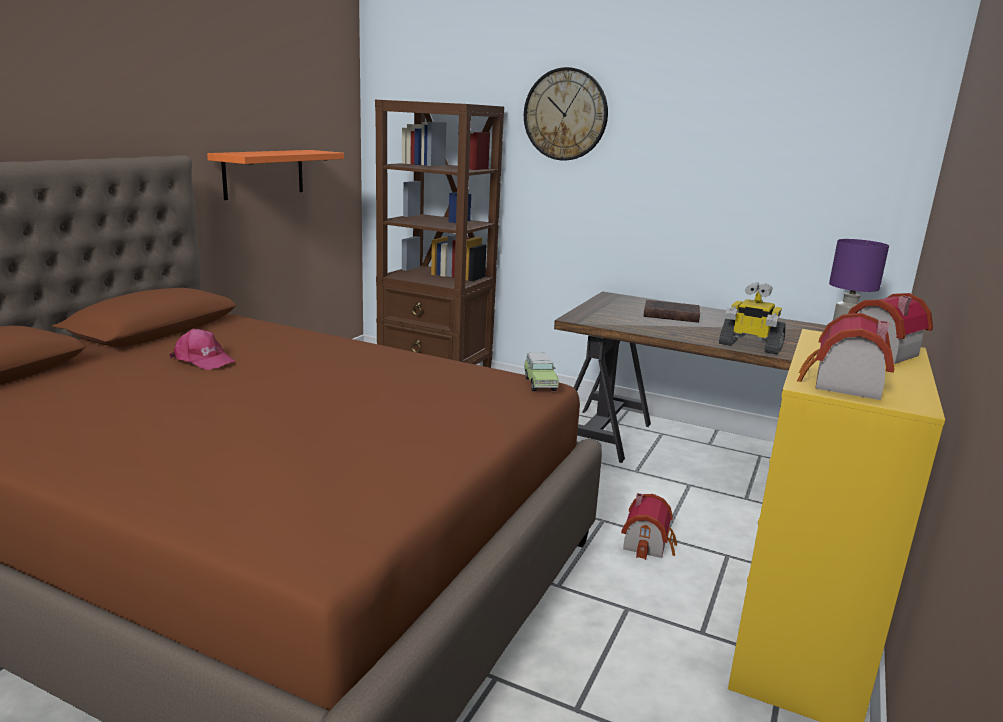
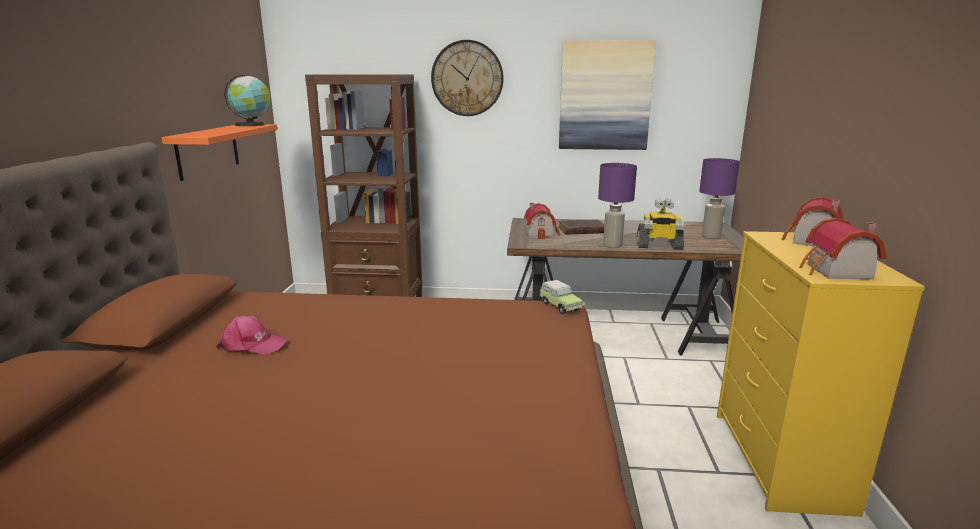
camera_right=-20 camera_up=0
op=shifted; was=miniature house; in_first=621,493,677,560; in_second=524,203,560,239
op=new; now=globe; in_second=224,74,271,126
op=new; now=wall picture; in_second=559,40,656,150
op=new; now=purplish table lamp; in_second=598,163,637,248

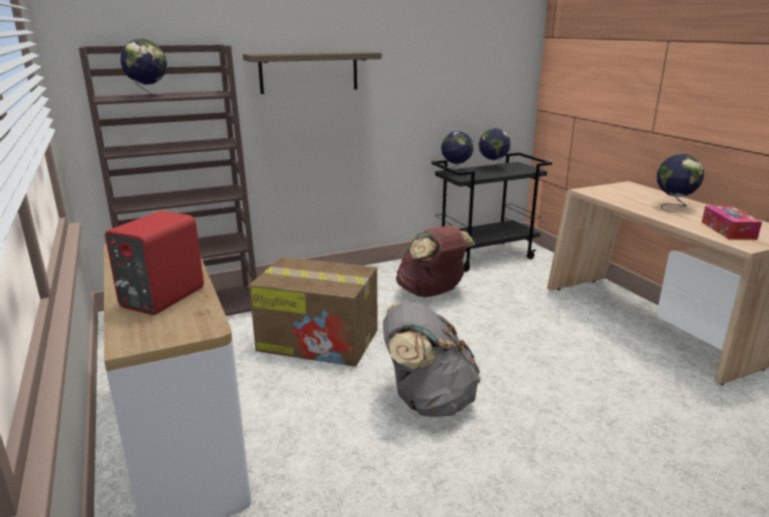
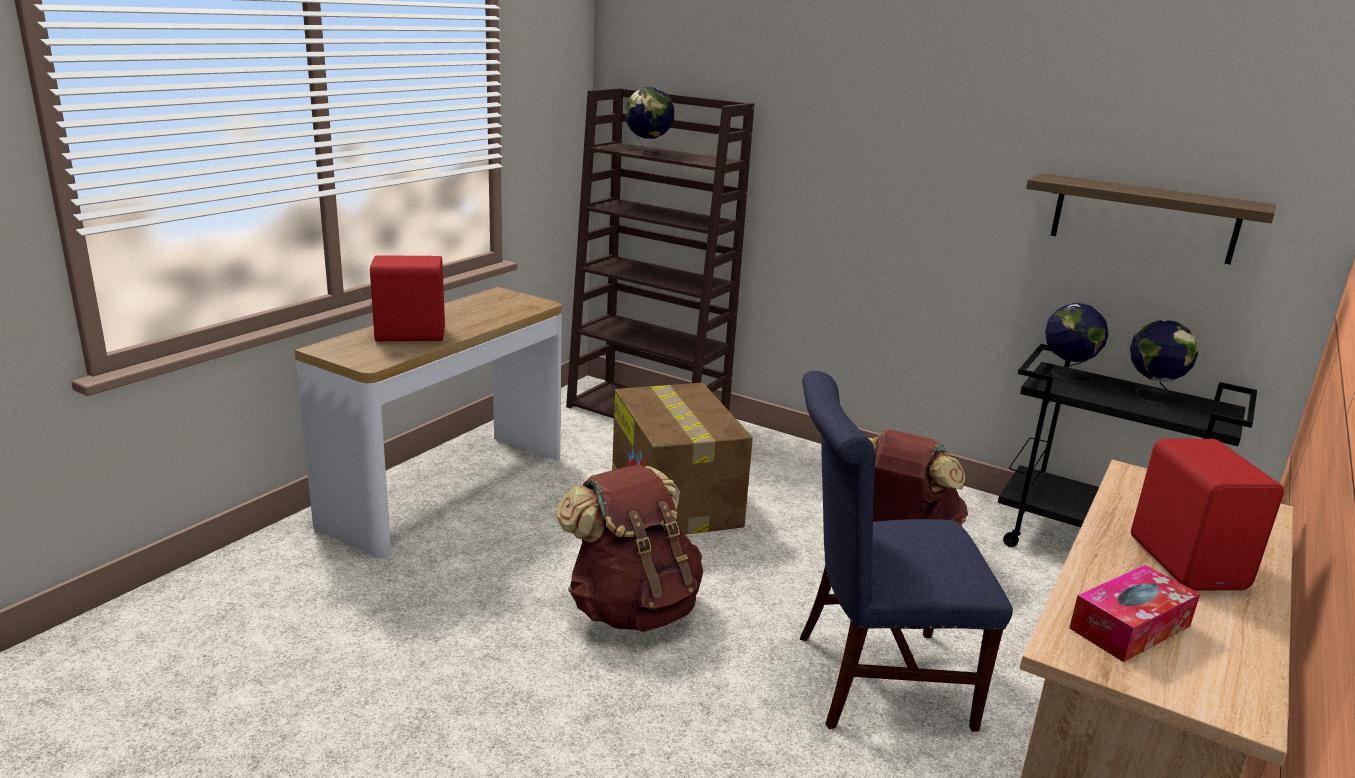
camera_right=55 camera_up=0
op=shifted; was=shelf; in_first=243,52,382,94; in_second=1026,173,1276,264
op=repainted; was=grey knapsack; now=brown knapsack; in_first=383,302,481,417; in_second=557,464,703,632
op=swapped; was=globe; now=red-coloured loudspeaker; in_first=657,154,704,212; in_second=1131,438,1284,591
op=new; now=bluish plain chair; in_second=800,371,1013,732

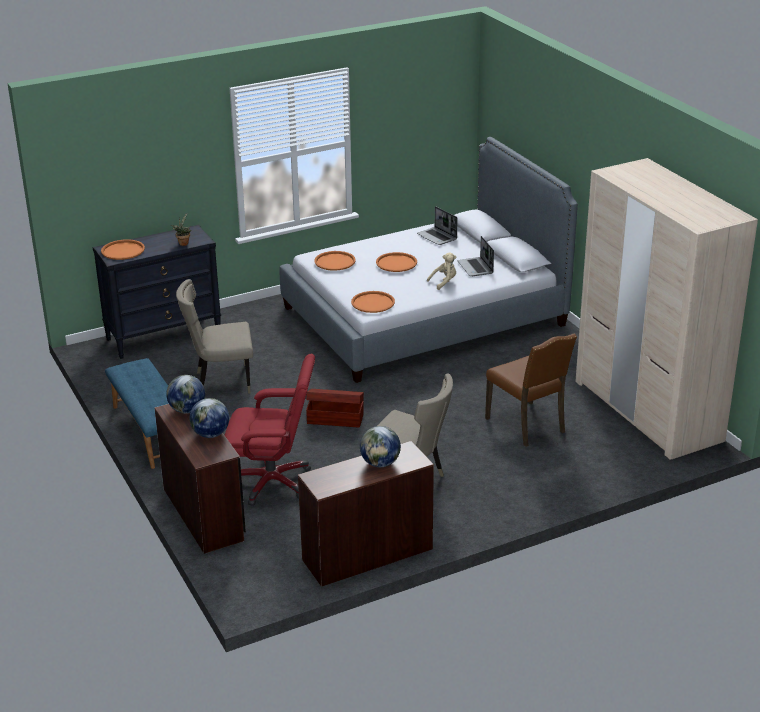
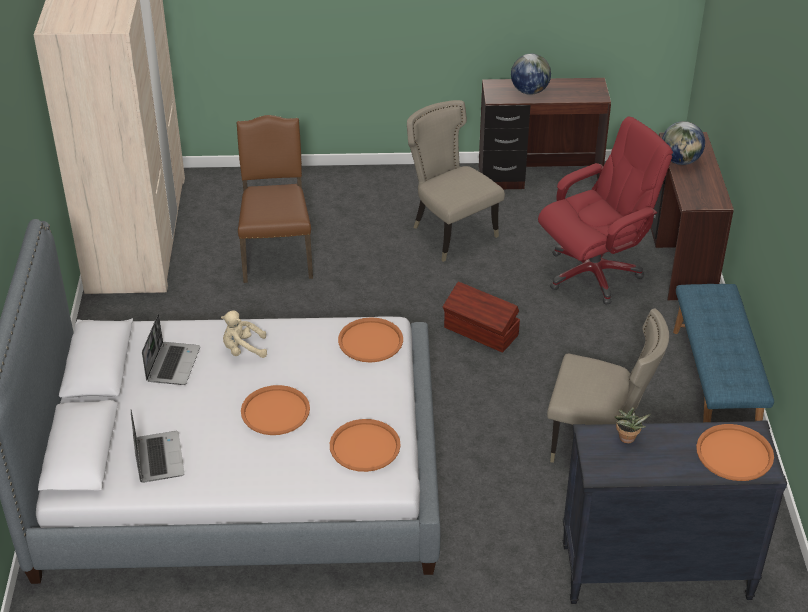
camera_right=-155 camera_up=10
op=gone; was=globe; in_first=166,375,205,414
op=rotated; was=red-coloured computer chair; in_first=225,354,315,506; in_second=538,117,673,305; clockwise=120

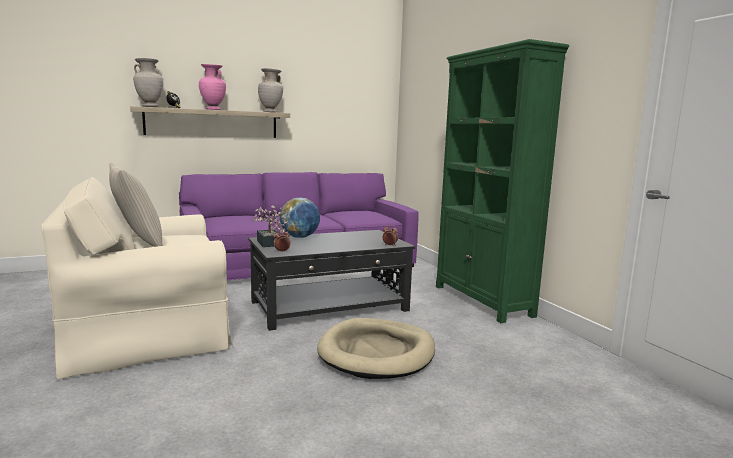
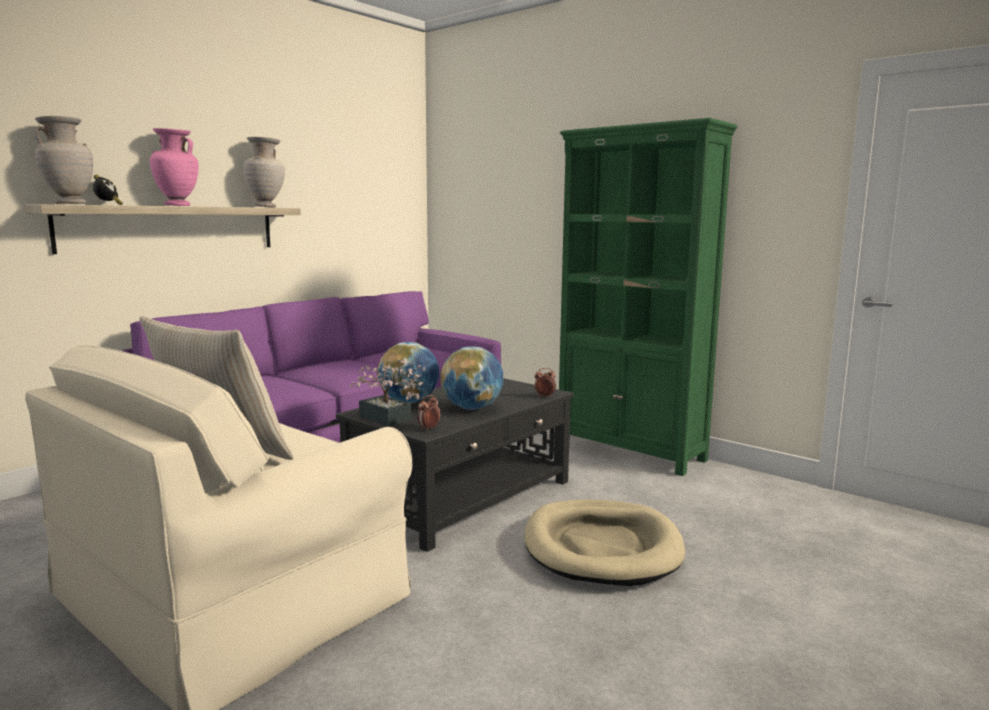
camera_right=-25 camera_up=0
op=new; now=globe; in_second=441,347,503,410

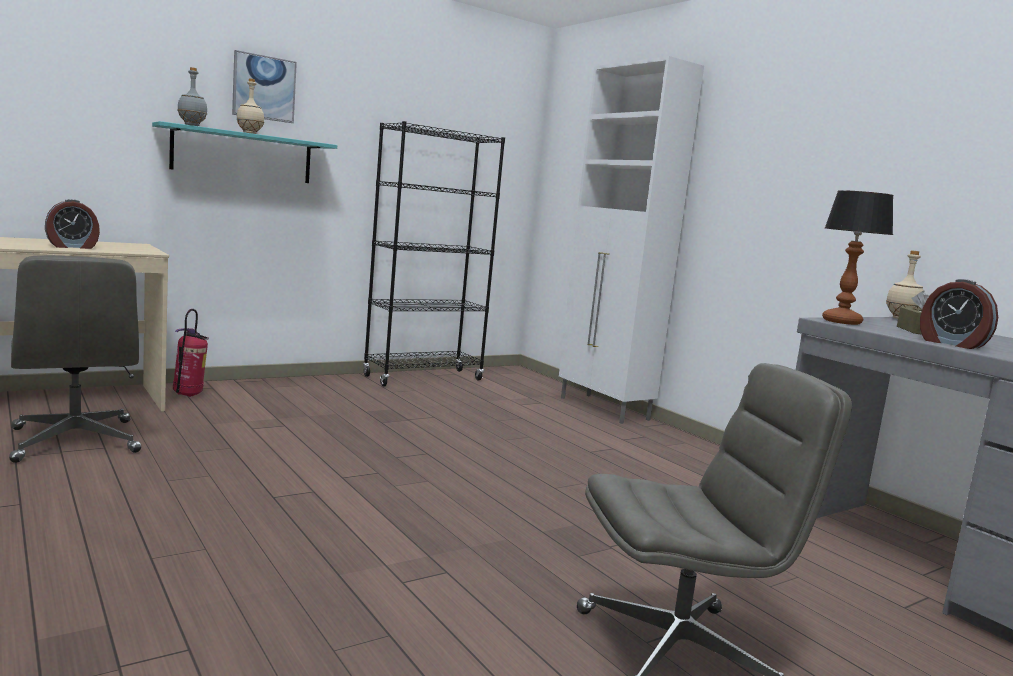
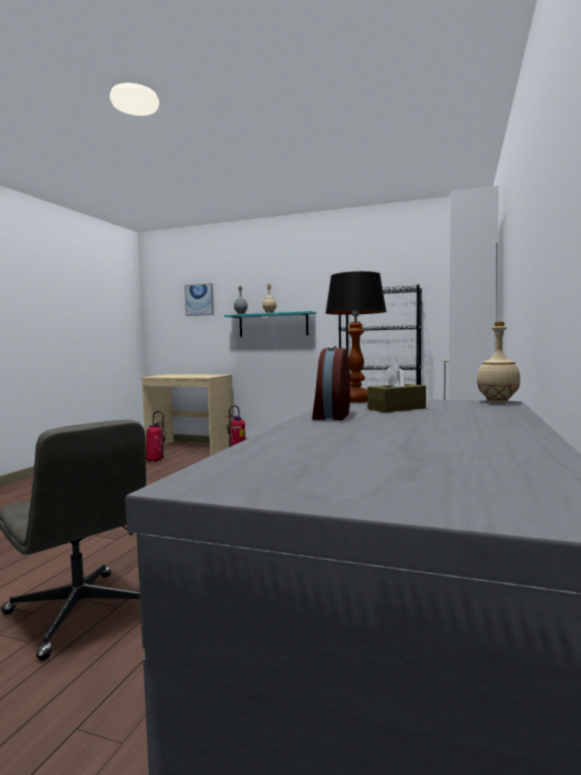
camera_right=55 camera_up=-5
op=swapped; was=grey computer chair; now=extinguisher; in_first=9,255,141,463; in_second=146,411,166,462
op=gone; was=bedside clock; in_first=45,199,100,249
op=shifted; was=wall picture; in_first=232,50,297,123; in_second=185,283,214,316

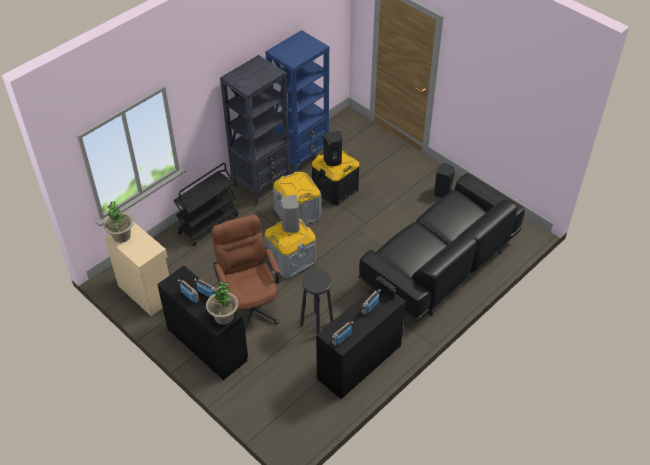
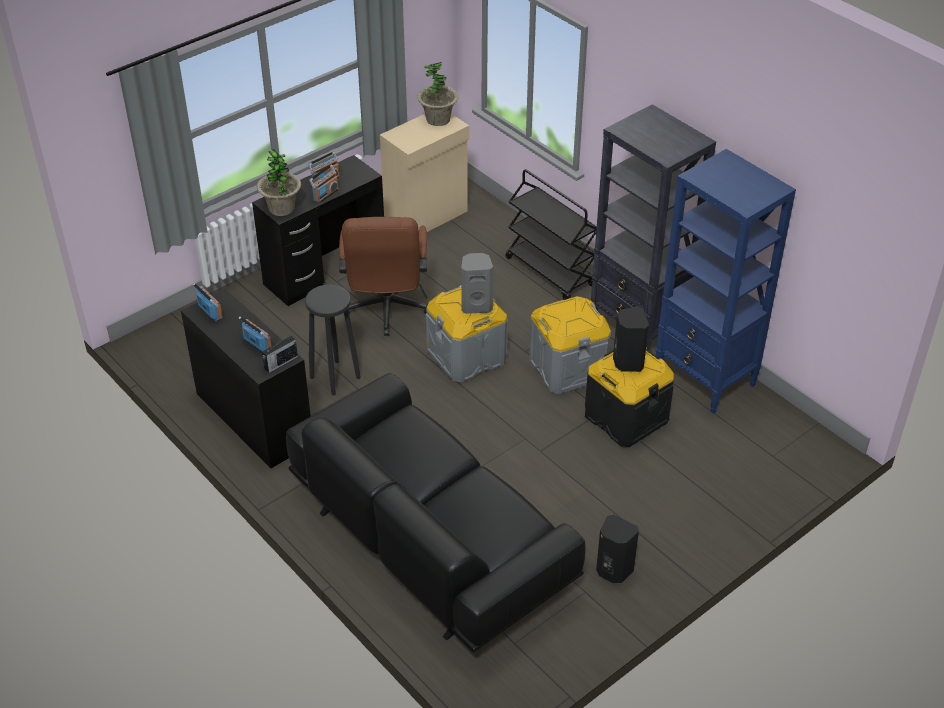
camera_right=95 camera_up=-5
op=rotated; was=brown computer chair; in_first=212,214,280,334; in_second=339,217,428,336; clockwise=105

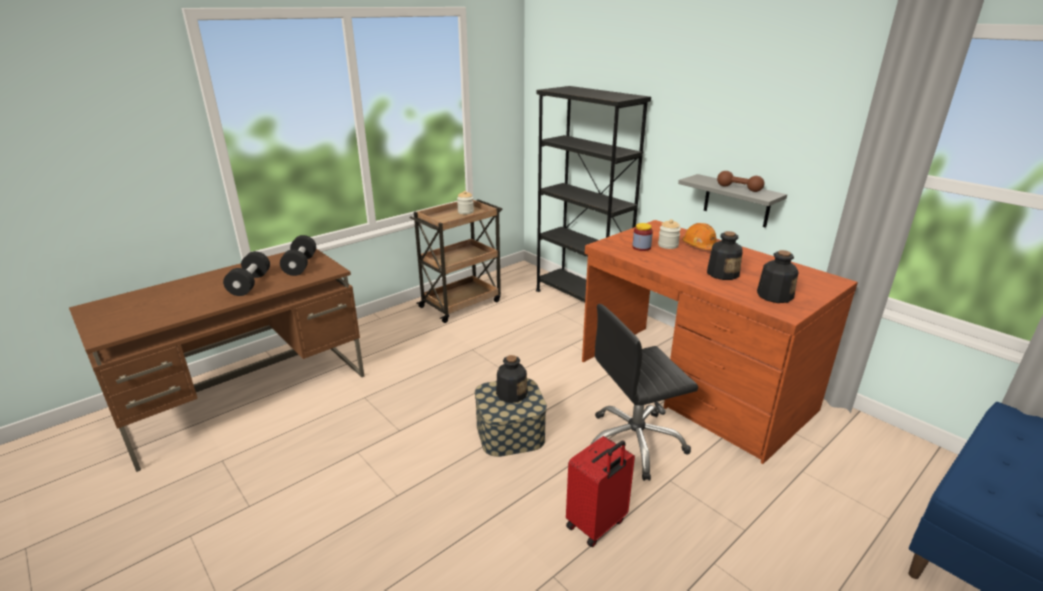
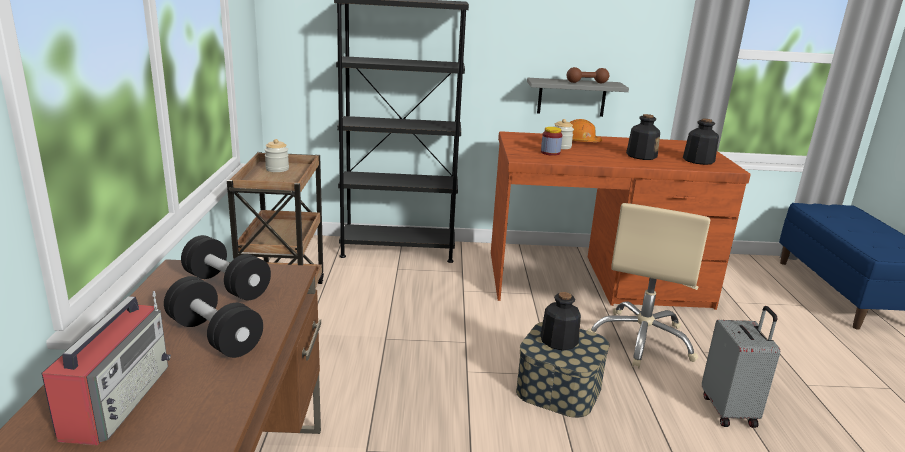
camera_right=-50 camera_up=-5
op=repainted; was=red-coloured suitcase; now=grey suitcase; in_first=566,436,635,547; in_second=702,306,780,428
op=repainted; was=black-coloured computer chair; now=sand-coloured computer chair; in_first=591,304,698,481; in_second=587,203,710,368
op=new; now=radio set; in_second=42,291,171,445

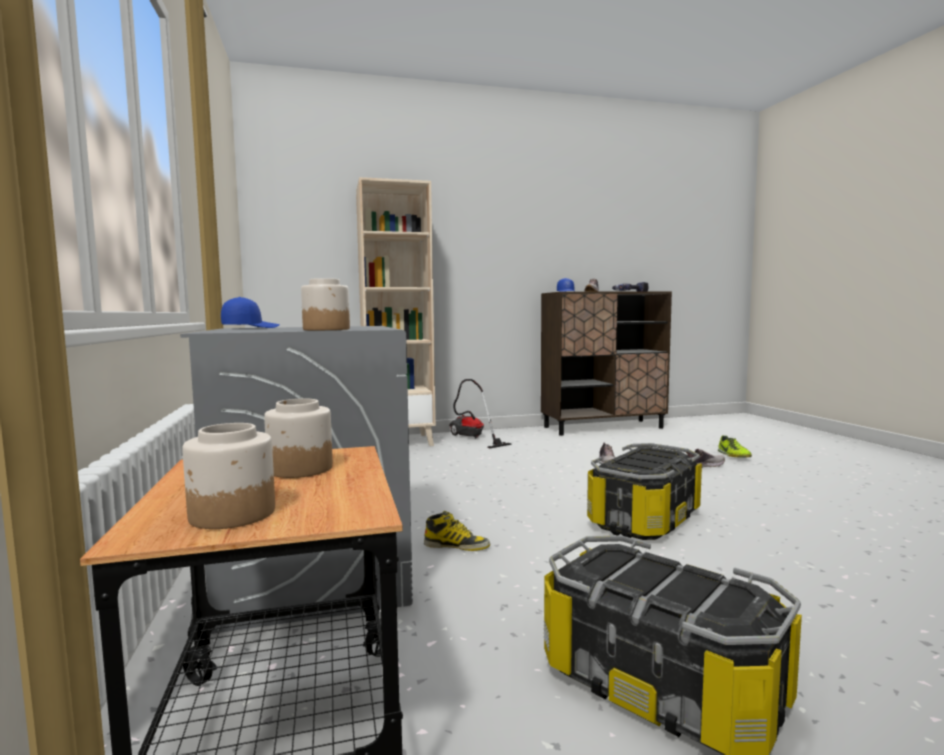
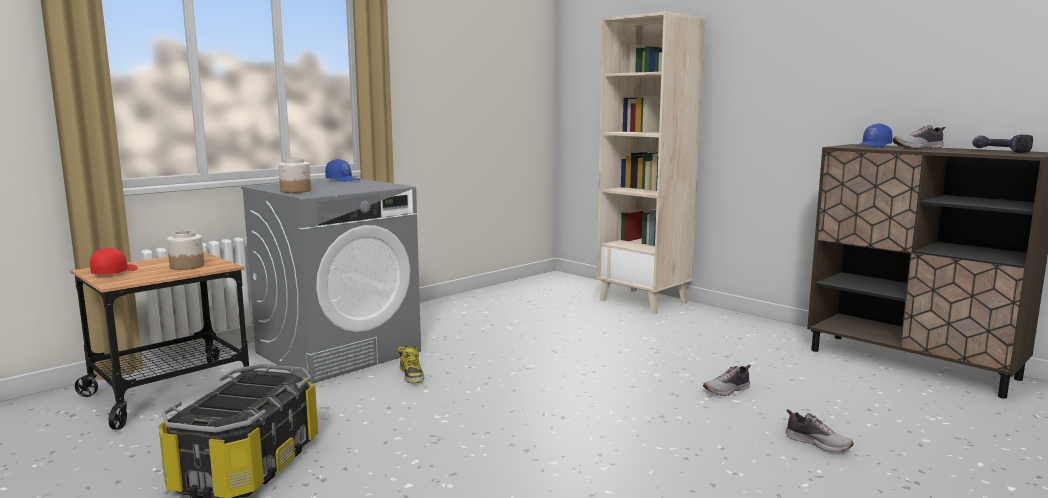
camera_right=60 camera_up=5
op=swapped; was=storage jar; now=red-coloured cap; in_first=182,423,275,529; in_second=90,248,138,274
op=gone; was=vacuum; in_first=449,379,512,448
op=gone; was=storage bin; in_first=587,443,702,540
op=gone; was=shoe; in_first=718,435,752,458

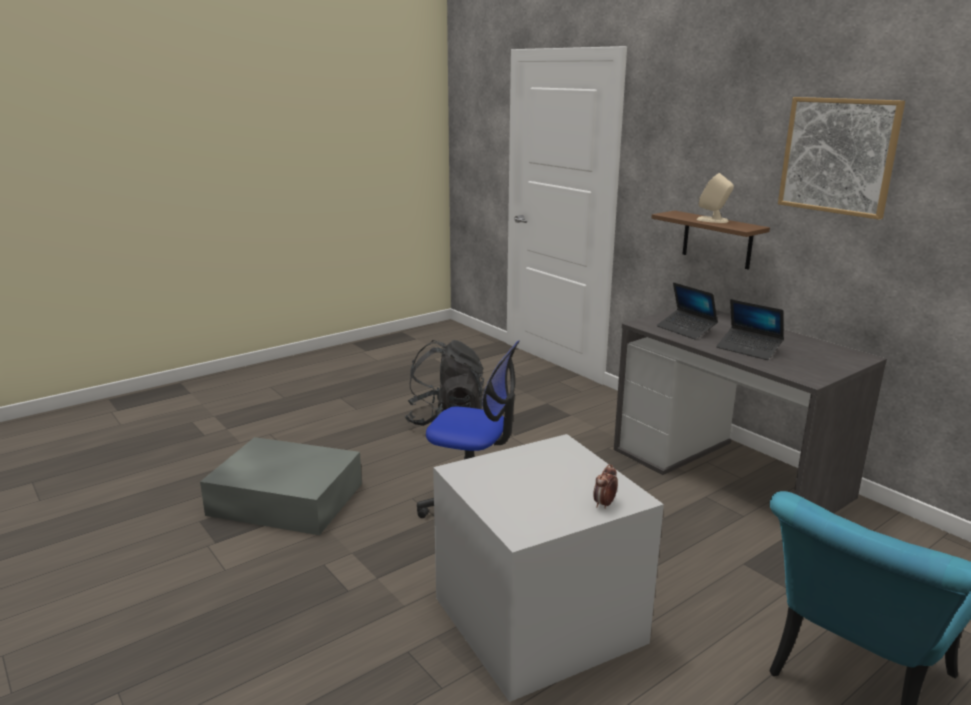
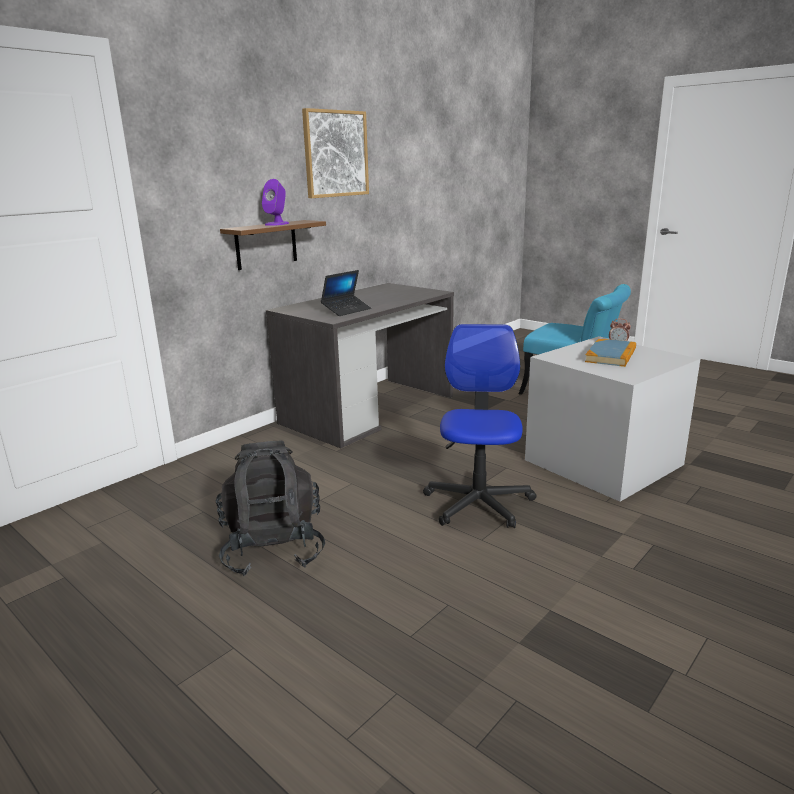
camera_right=-100 camera_up=0
op=gone; was=grey storage bin; in_first=200,437,362,535
op=repainted; was=sand-coloured loudspeaker; now=purplish loudspeaker; in_first=697,173,734,223; in_second=262,179,289,226
op=gone; was=notebook computer; in_first=716,299,784,360
op=new; now=bound book; in_second=585,339,636,367

